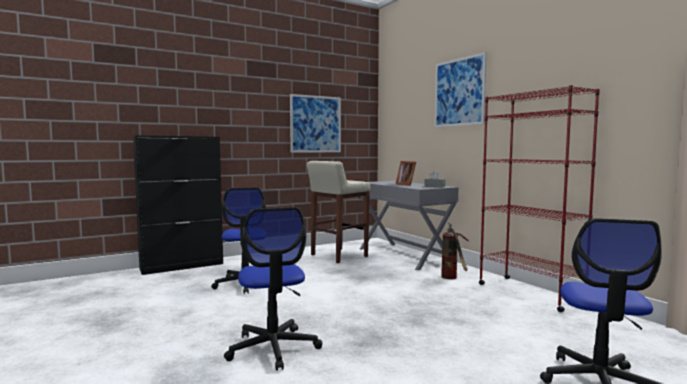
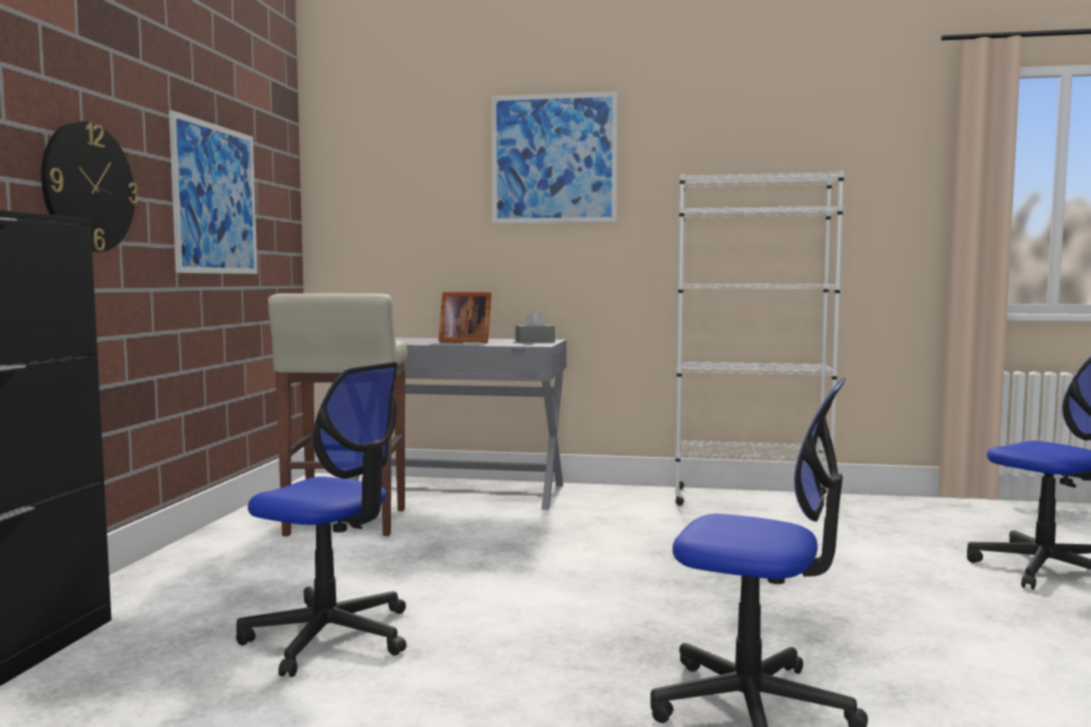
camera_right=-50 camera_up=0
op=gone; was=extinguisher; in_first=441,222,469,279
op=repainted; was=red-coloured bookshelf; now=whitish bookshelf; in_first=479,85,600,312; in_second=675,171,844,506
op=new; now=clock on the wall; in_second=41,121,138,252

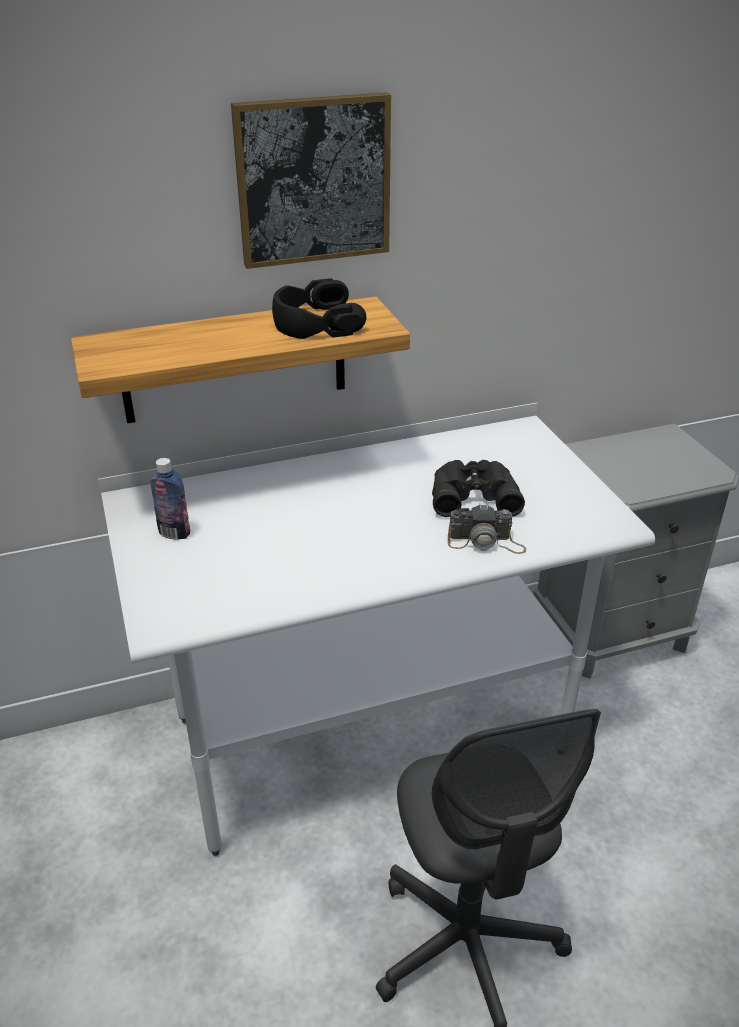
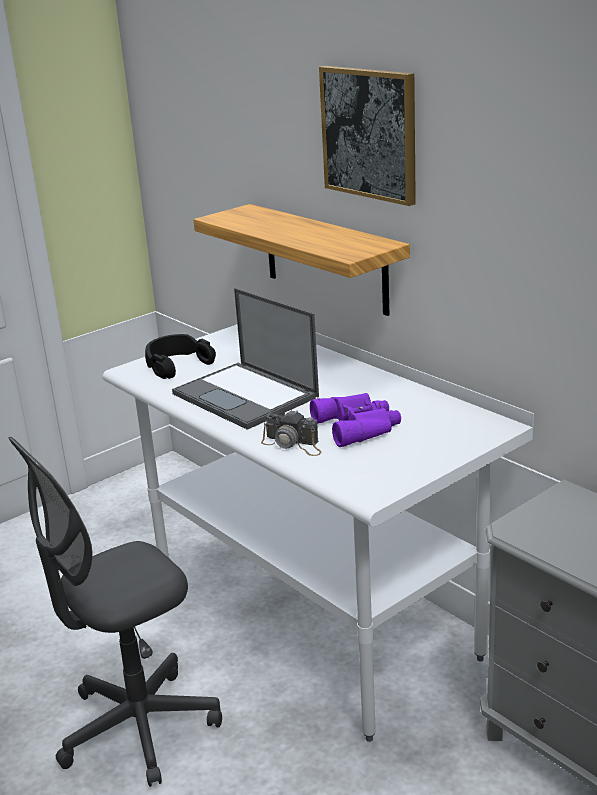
camera_right=70 camera_up=-10
op=gone; was=drink bottle; in_first=150,458,190,539
op=shifted; was=black-coloured headset; in_first=272,278,366,339; in_second=145,334,216,379
op=repainted; was=black-coloured field glasses; now=purplish field glasses; in_first=432,460,525,517; in_second=310,393,401,447
op=rotated; was=still camera; in_first=448,504,526,554; in_second=261,409,322,456; clockwise=-45
op=new; now=notebook computer; in_second=172,288,319,430

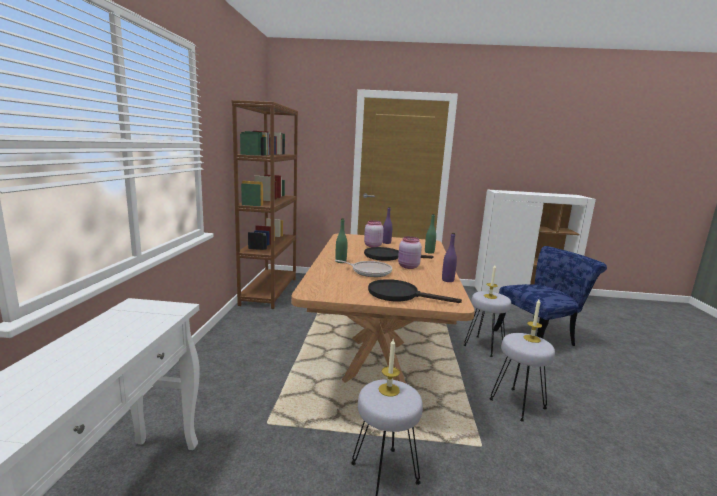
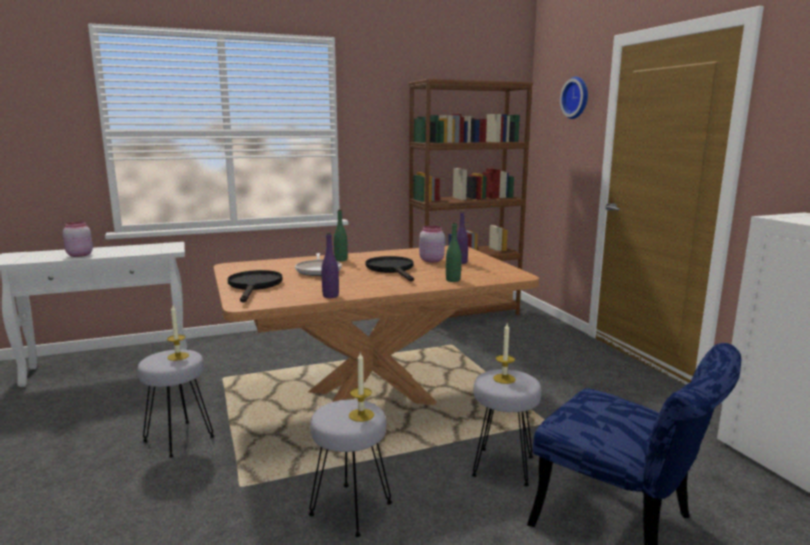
camera_right=65 camera_up=0
op=shifted; was=pink-coloured storage jar; in_first=398,236,422,269; in_second=63,222,93,257
op=new; now=clock on the wall; in_second=560,77,588,119

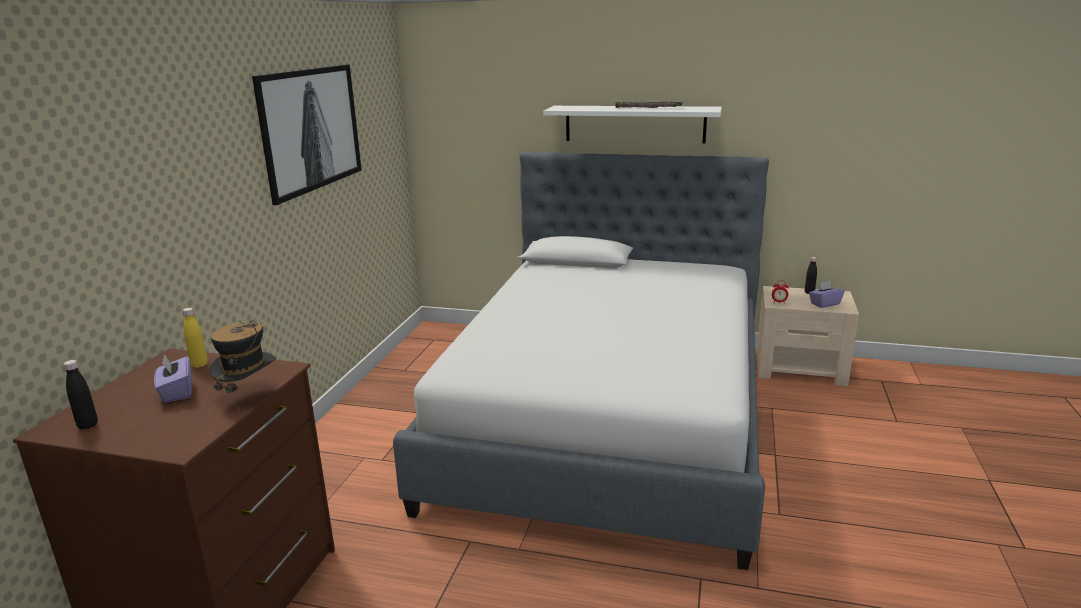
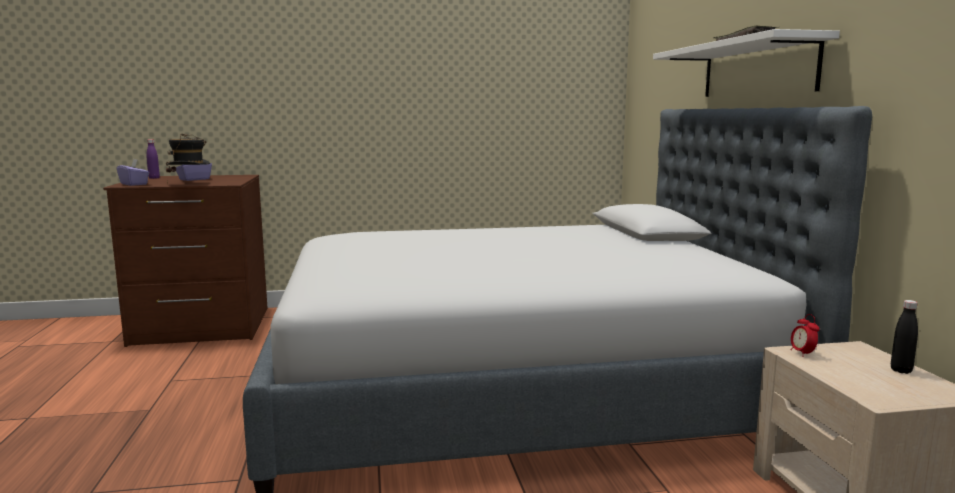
camera_right=65 camera_up=-10
op=repainted; was=black-coloured drink bottle; now=purplish drink bottle; in_first=63,360,98,430; in_second=146,139,160,179
op=gone; was=yellowish drink bottle; in_first=183,308,208,368
op=gone; was=wall picture; in_first=252,64,362,205
op=shifted; was=purplish tissue box; in_first=809,281,845,308; in_second=117,159,149,186

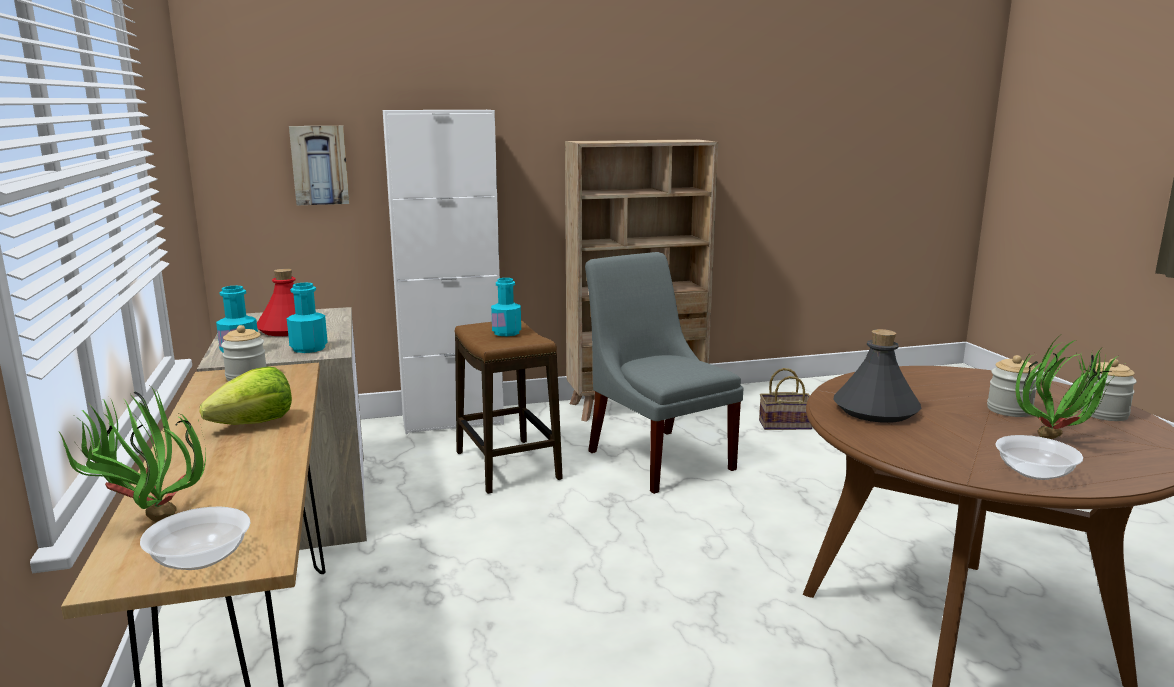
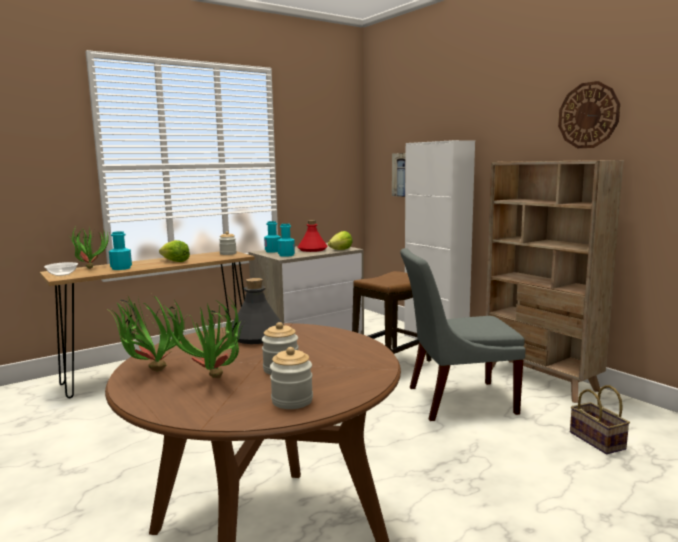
camera_right=70 camera_up=-5
op=shifted; was=turquoise-coloured drink bottle; in_first=491,278,521,336; in_second=109,231,132,270
op=rotated; was=grey plain chair; in_first=585,252,743,494; in_second=400,248,526,421; clockwise=-135
op=swapped; was=deep dish; now=plant in a pot; in_first=995,435,1083,480; in_second=110,294,184,371
op=new; now=lettuce head; in_second=328,231,353,250
op=new; now=clock on the wall; in_second=558,81,620,148

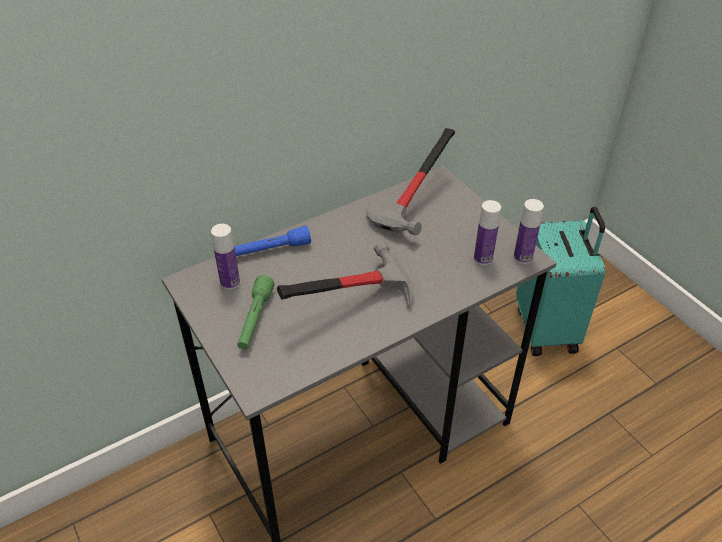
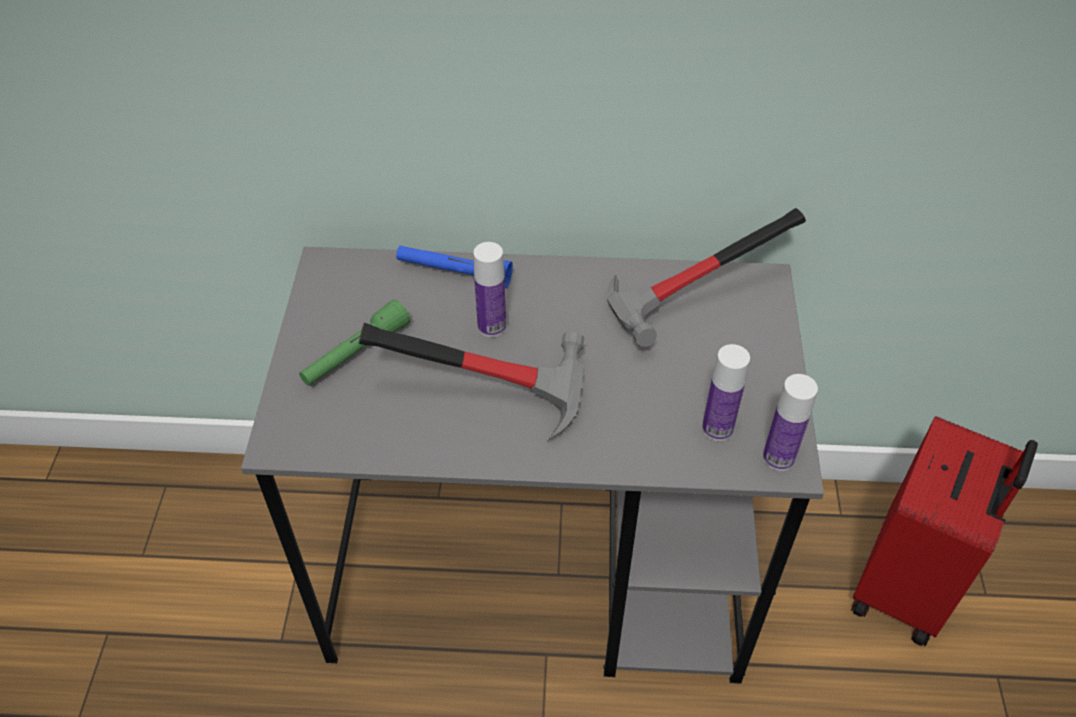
camera_right=35 camera_up=5
op=shifted; was=drink bottle; in_first=211,224,240,290; in_second=473,242,506,337
op=repainted; was=turquoise-coloured suitcase; now=red-coloured suitcase; in_first=516,207,606,356; in_second=851,416,1038,646

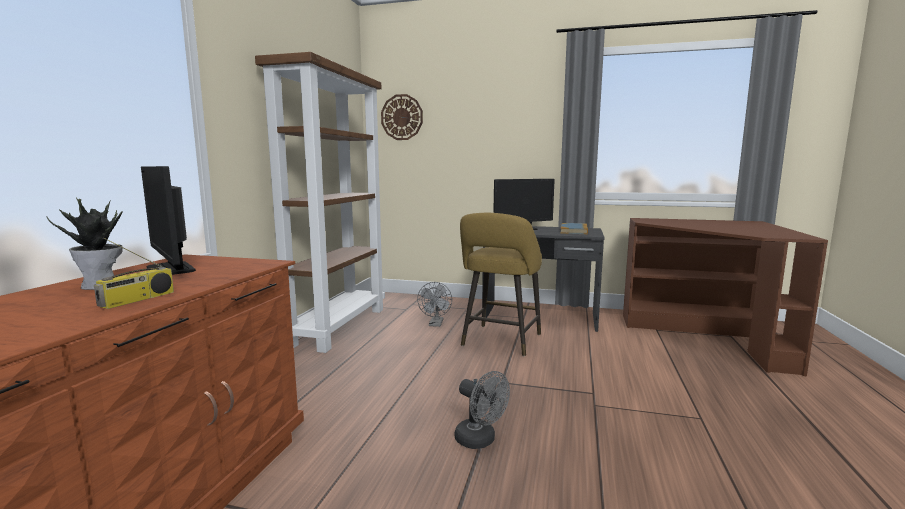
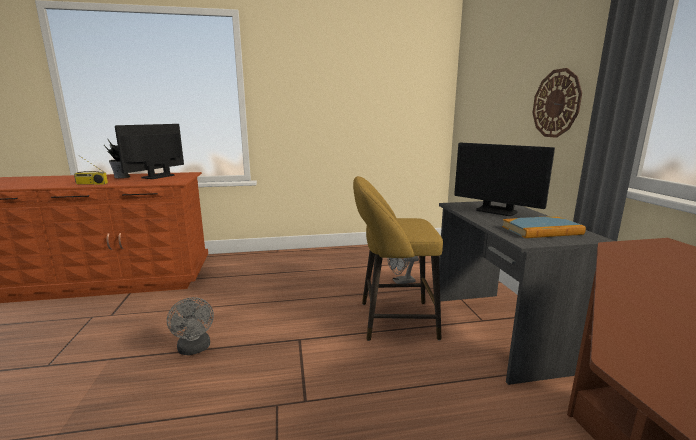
camera_right=65 camera_up=5
op=gone; was=brown bookshelf; in_first=255,52,385,353
op=shifted; was=clock on the wall; in_first=381,94,423,140; in_second=533,68,582,138
op=rotated; was=grey electric fan; in_first=455,371,510,449; in_second=167,297,214,355; clockwise=-45

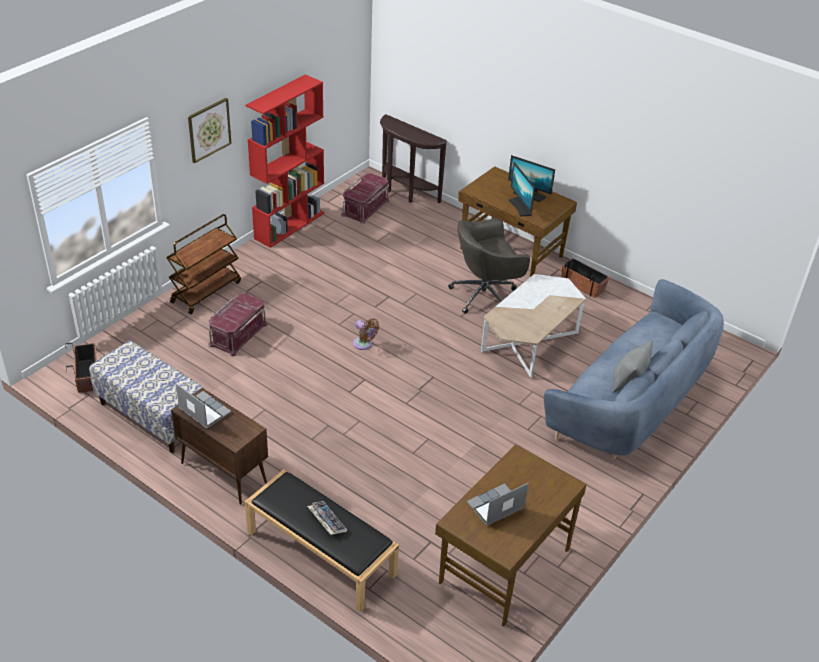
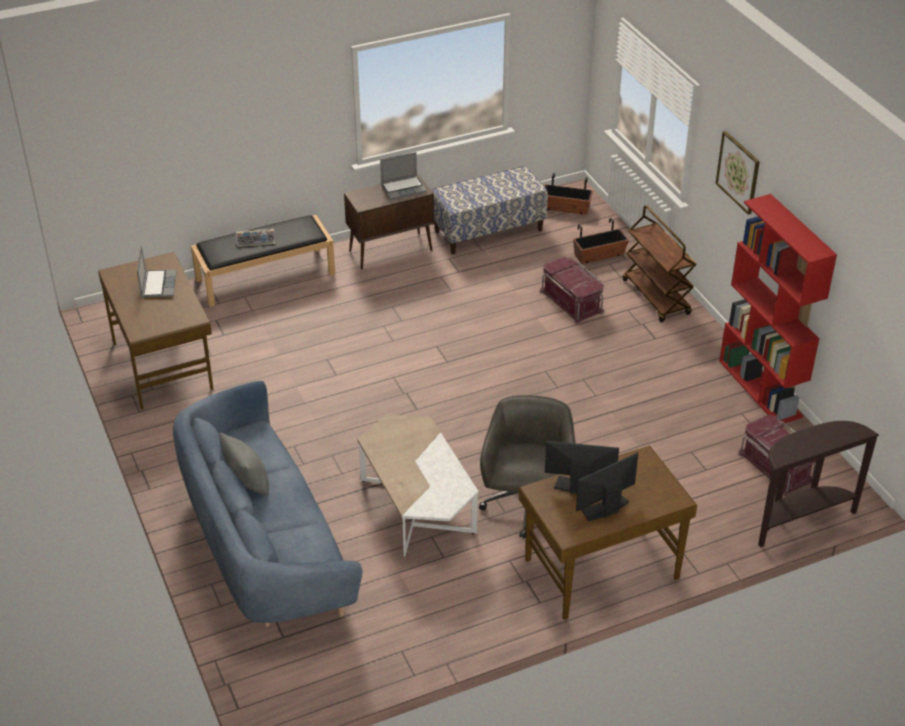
camera_right=120 camera_up=0
op=gone; was=brown electric fan; in_first=353,319,379,350
op=shifted; was=plant pot; in_first=562,258,610,298; in_second=573,218,629,264

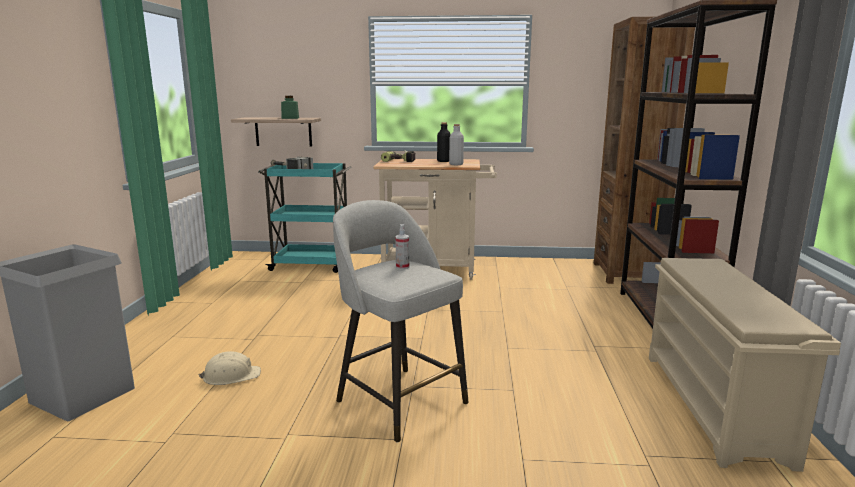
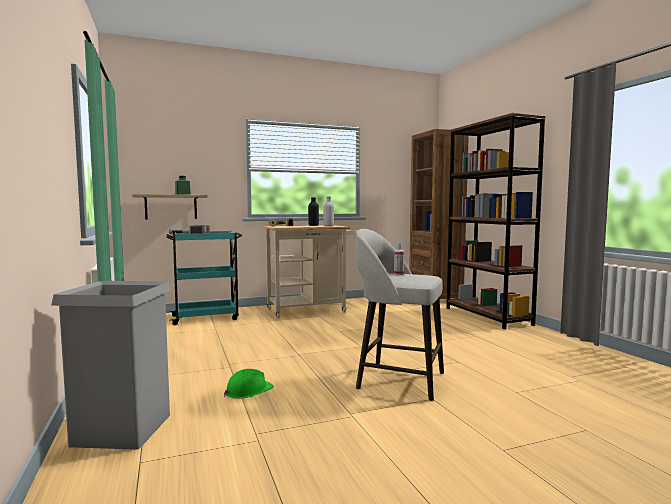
camera_right=-25 camera_up=-10
op=repainted; was=sand-coloured safety helmet; now=green safety helmet; in_first=199,351,261,385; in_second=224,369,274,399
op=gone; was=sand-coloured shoe stand; in_first=649,258,841,472

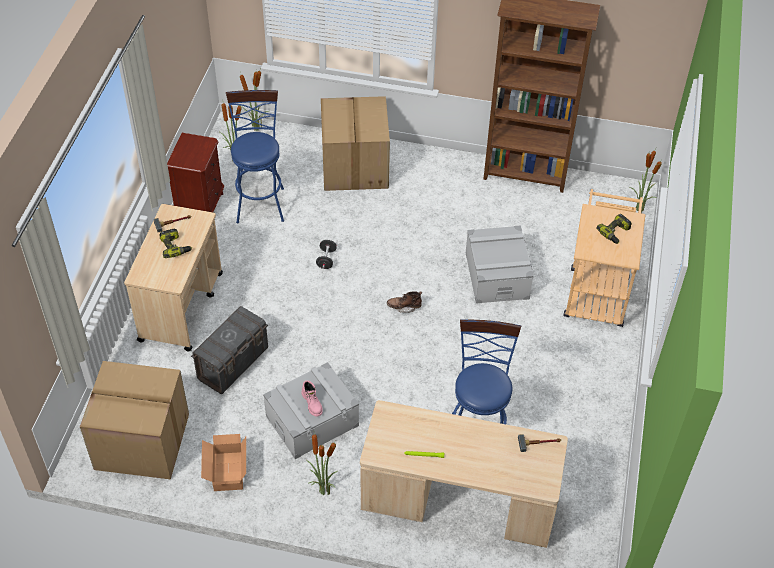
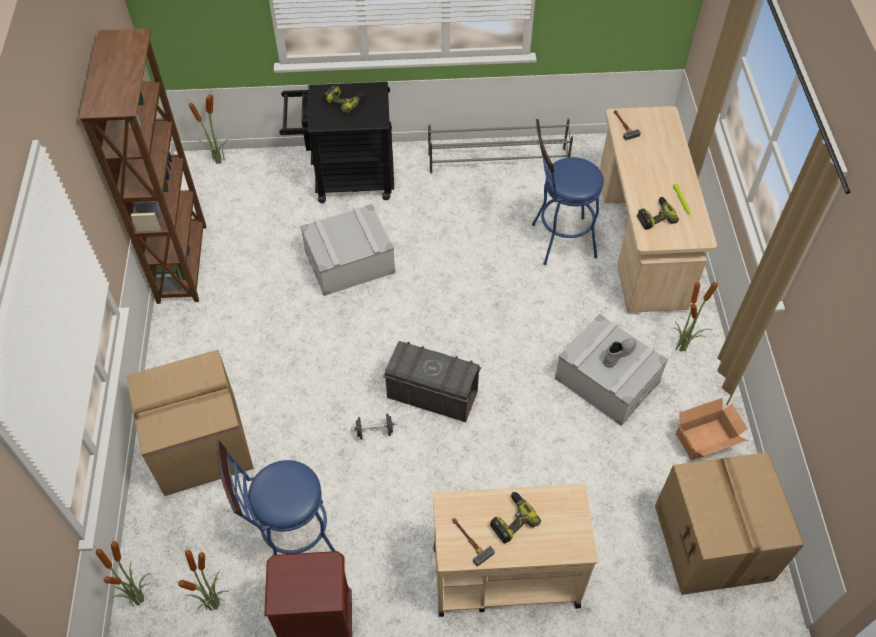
camera_right=-105 camera_up=5
op=shifted; was=grey storage bin; in_first=191,306,268,394; in_second=383,341,481,422
op=repainted; was=pink-coloured boot; now=grey boot; in_first=301,381,323,417; in_second=603,338,637,368
op=gone; was=brown boot; in_first=387,291,422,313
op=repainted; was=sand-coloured trolley; now=black-coloured trolley; in_first=563,189,646,327; in_second=279,82,394,203
op=new; now=grey shoe stand; in_second=428,118,573,174
op=new; now=drill; in_second=637,197,679,230

